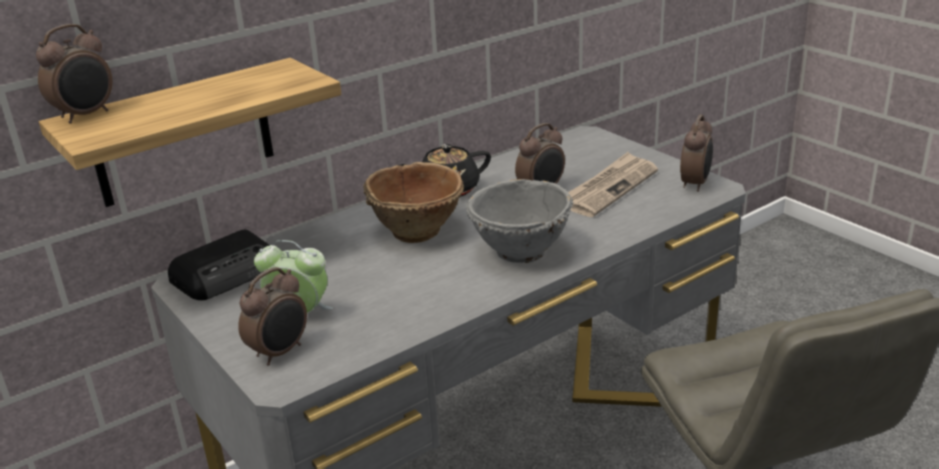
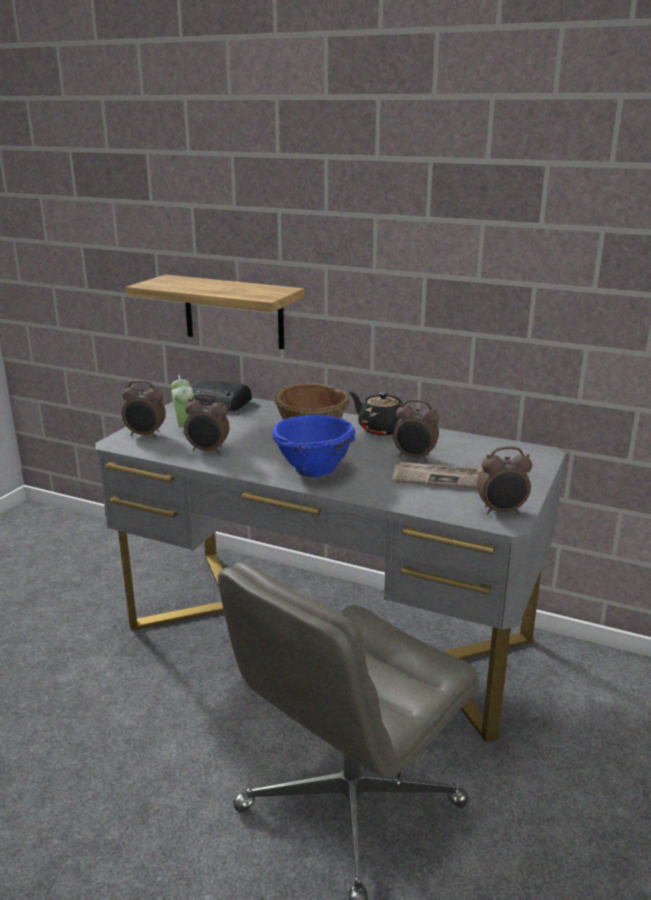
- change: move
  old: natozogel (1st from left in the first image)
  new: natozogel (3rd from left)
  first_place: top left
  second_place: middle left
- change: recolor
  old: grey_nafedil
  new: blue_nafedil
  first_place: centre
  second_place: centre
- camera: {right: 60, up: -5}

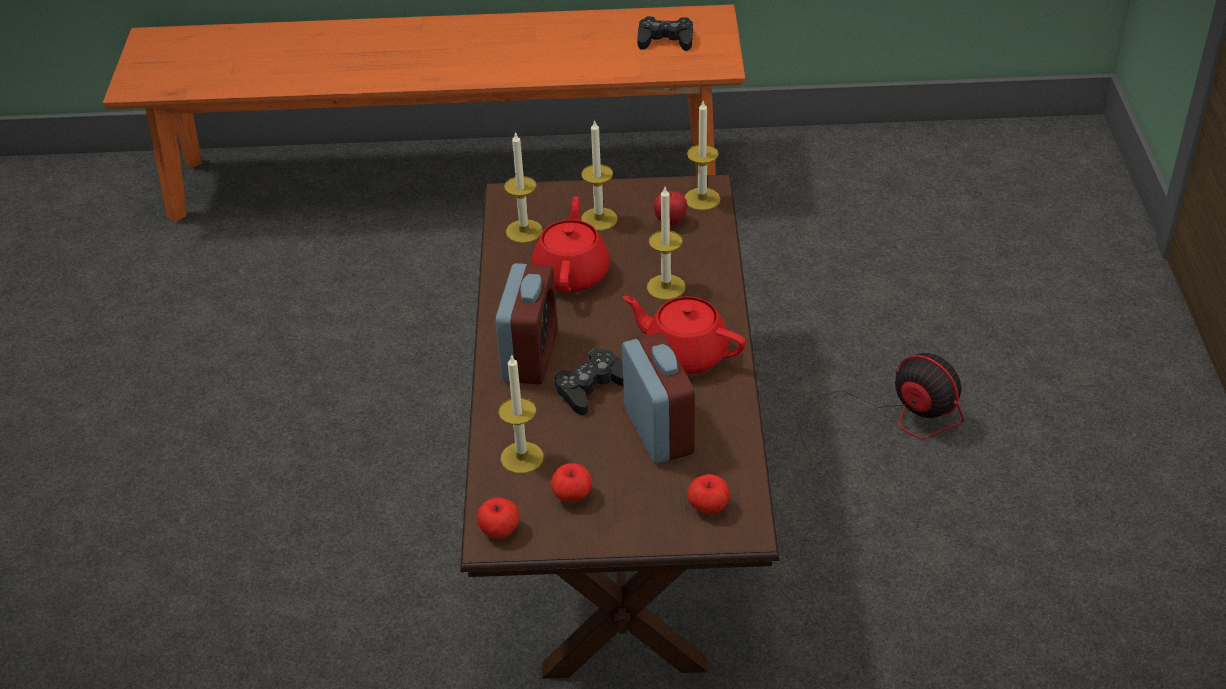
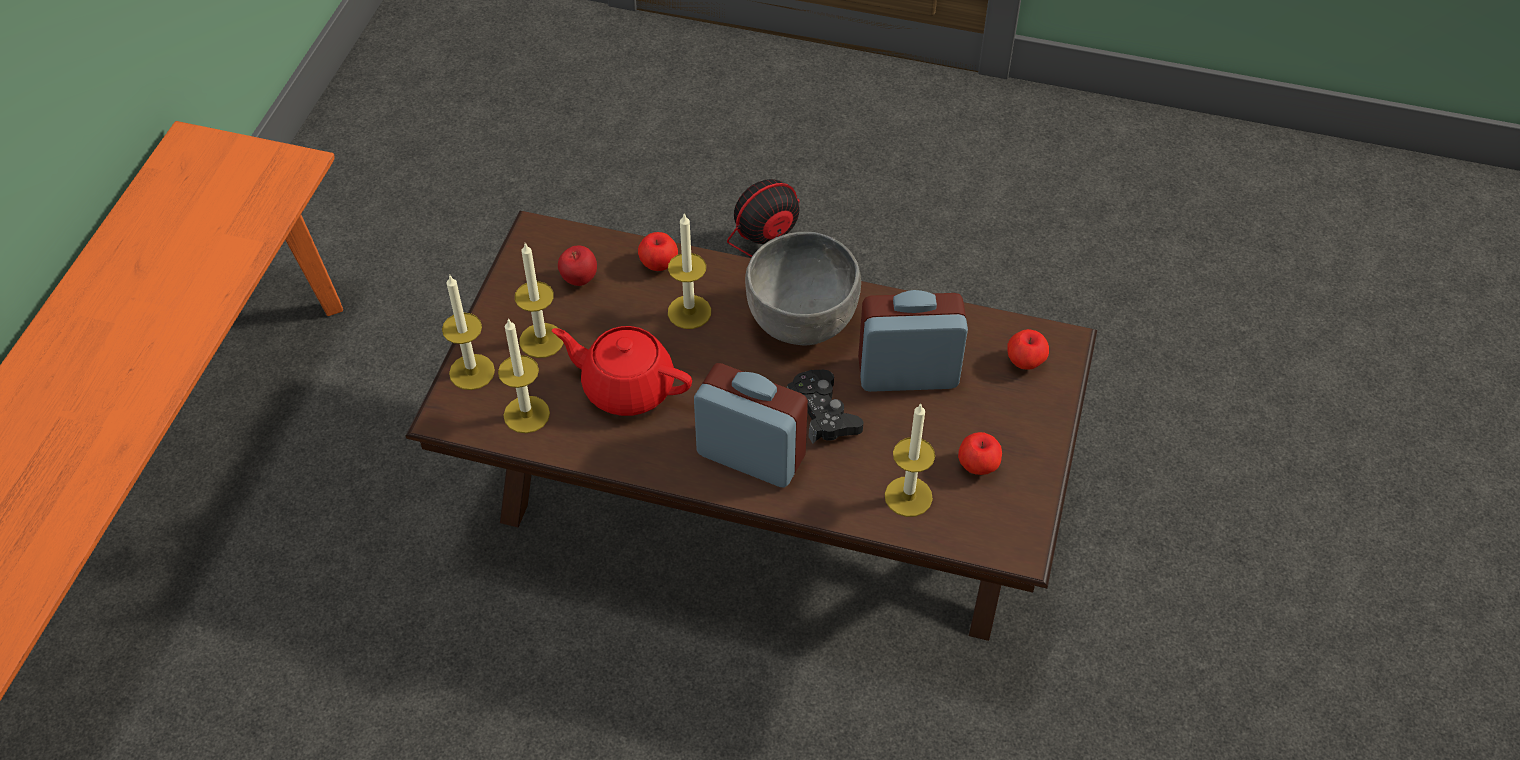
- change: delete
  old: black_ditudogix (2nd from left)
  first_place: top centre
- change: move
  old: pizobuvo (1st from left in the first image)
  new: pizobuvo (2nd from left)
  first_place: bottom centre
  second_place: top centre
- change: move
  old: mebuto (5th from left in the first image)
  new: mebuto (1st from left)
  first_place: top centre
  second_place: middle left
- change: replace
  old: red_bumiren (2nd from left)
  new: grey_nafedil
  first_place: centre
  second_place: centre
- camera: {right: -75, up: 10}

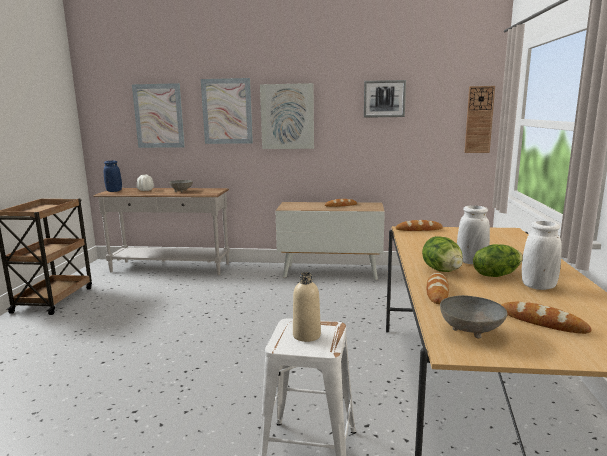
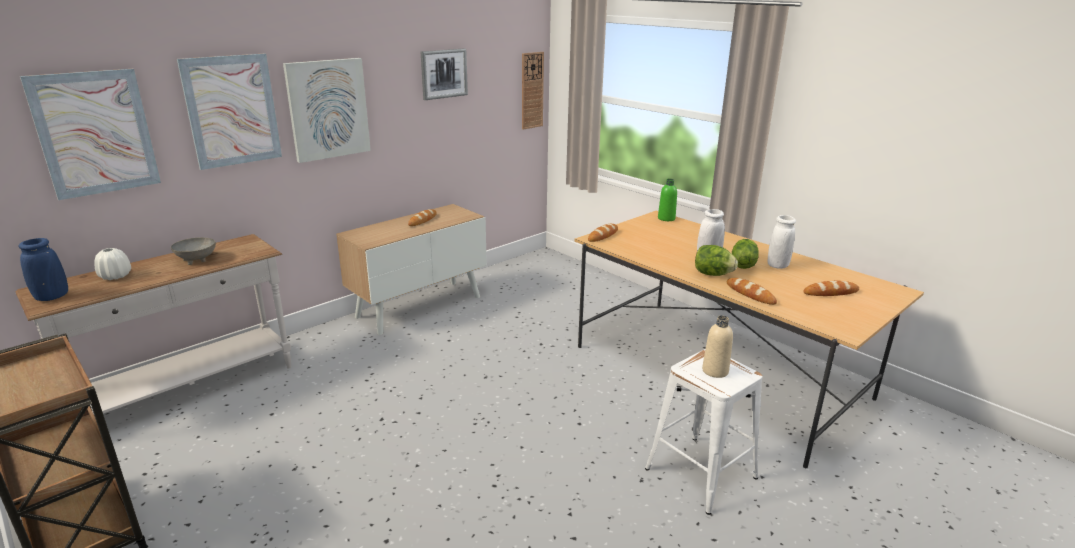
- change: delete
  old: grey_nafedil (2nd from left)
  first_place: bottom right
- change: insert
  new: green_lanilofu
  second_place: centre
- camera: {right: -50, up: 10}

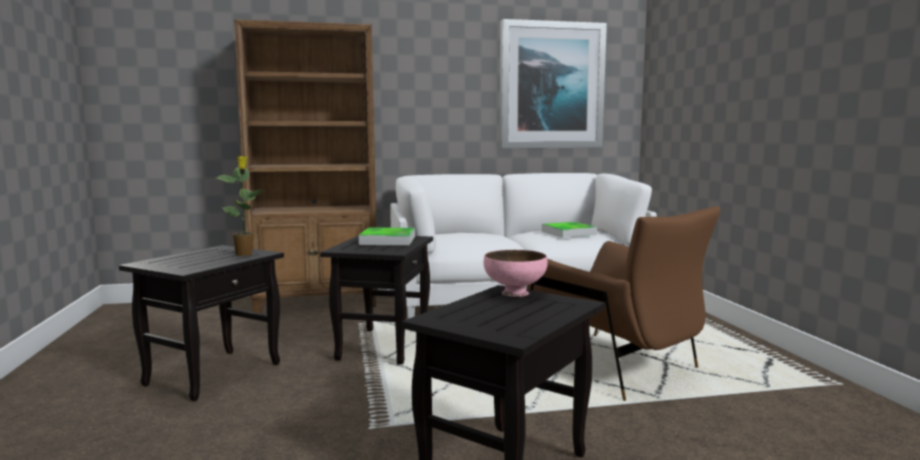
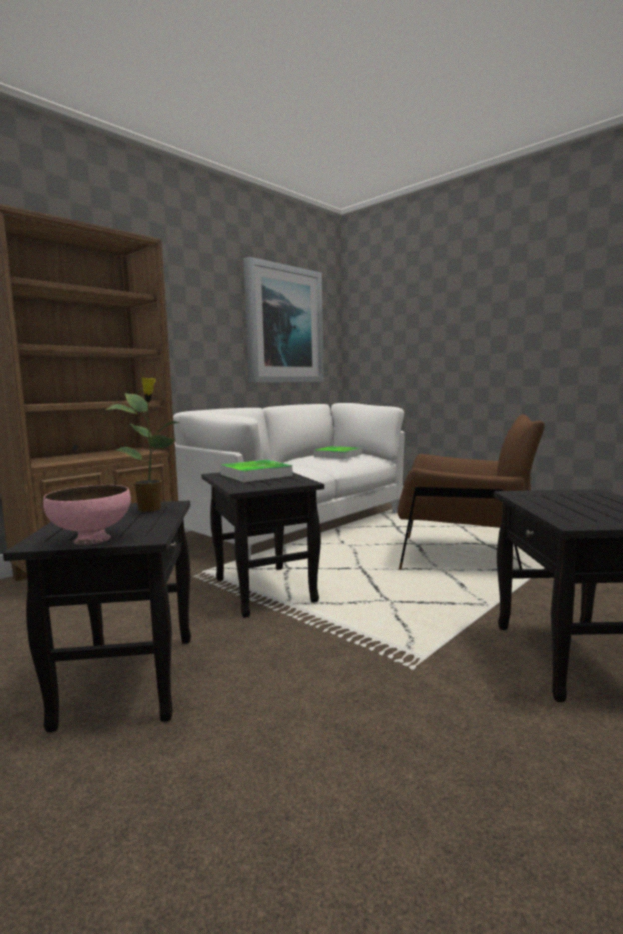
- change: move
  old: pink_nafedil
  first_place: centre
  second_place: middle left
- camera: {right: -35, up: 0}

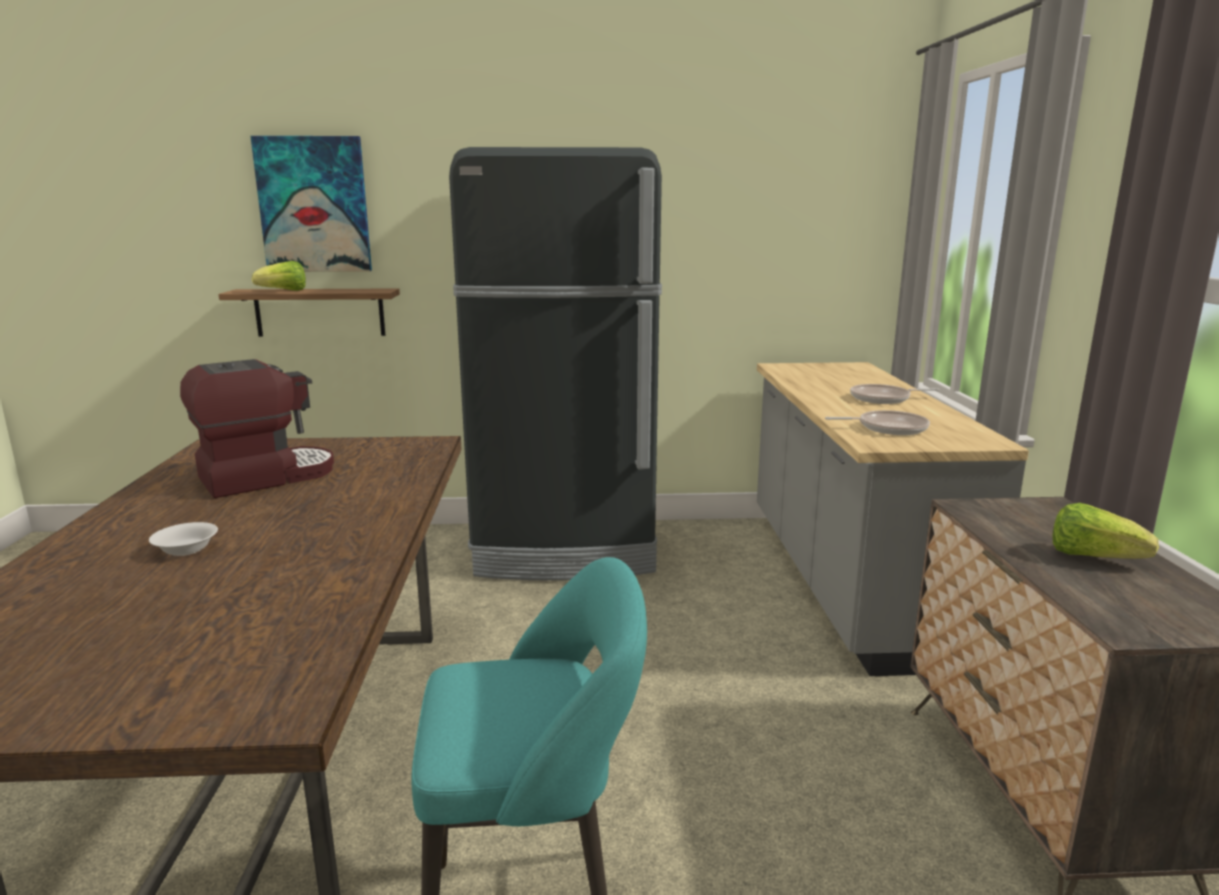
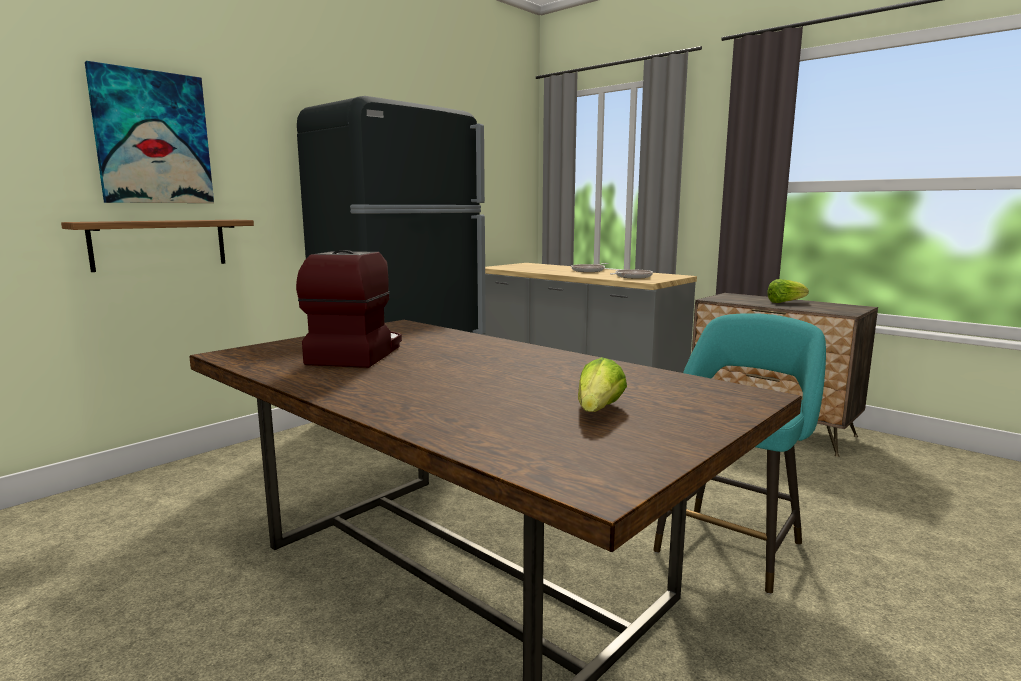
- change: delete
  old: white_nafedil
  first_place: middle left
- change: move
  old: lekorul (1st from left)
  first_place: top left
  second_place: centre
- camera: {right: -45, up: -5}

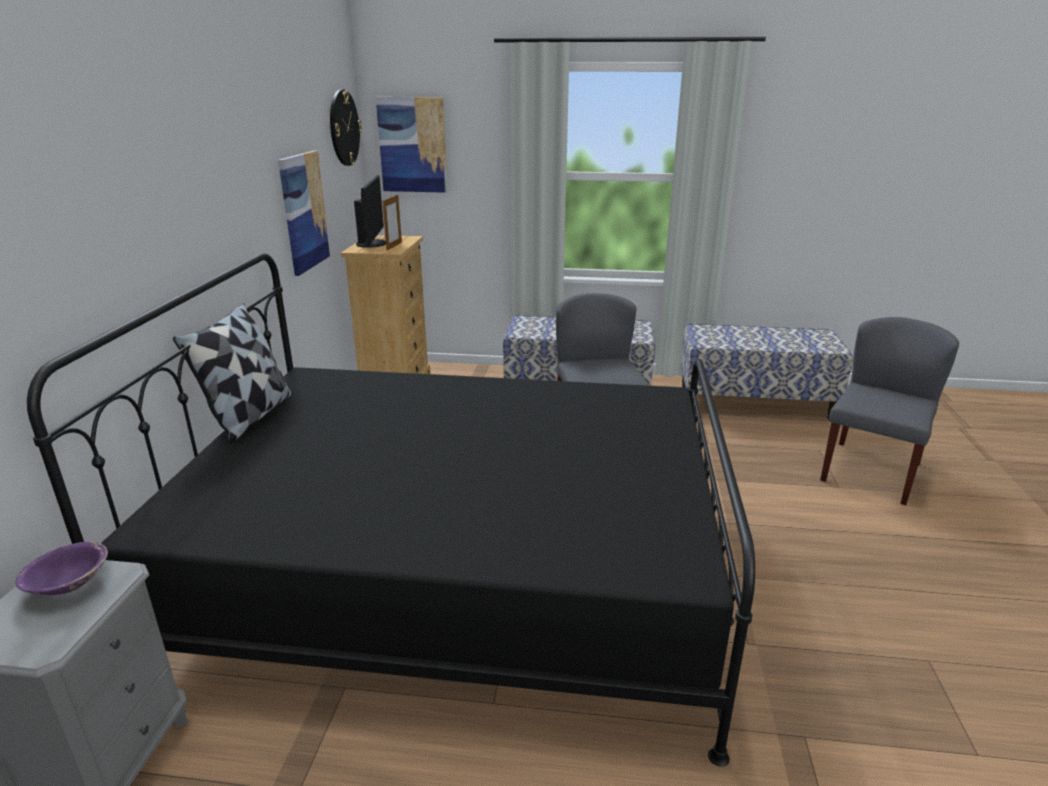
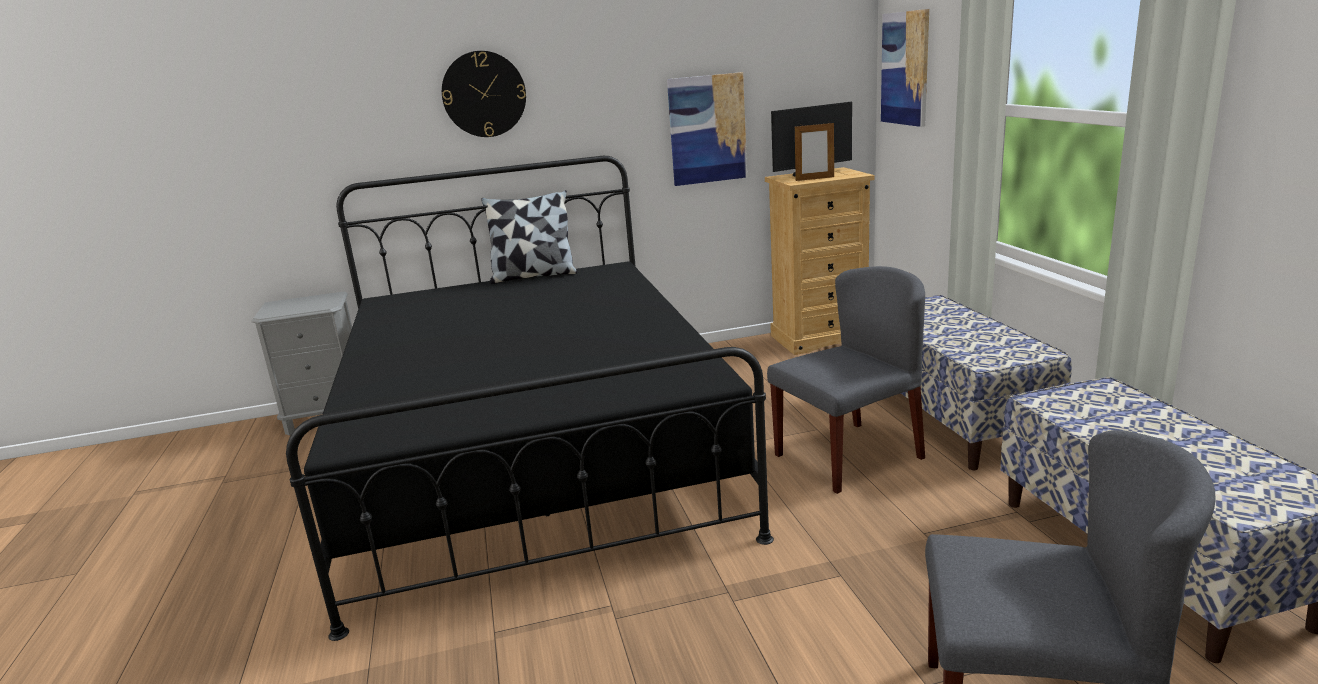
- change: delete
  old: purple_nafedil
  first_place: bottom left
- change: move
  old: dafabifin
  first_place: top left
  second_place: top centre
- camera: {right: 70, up: -5}

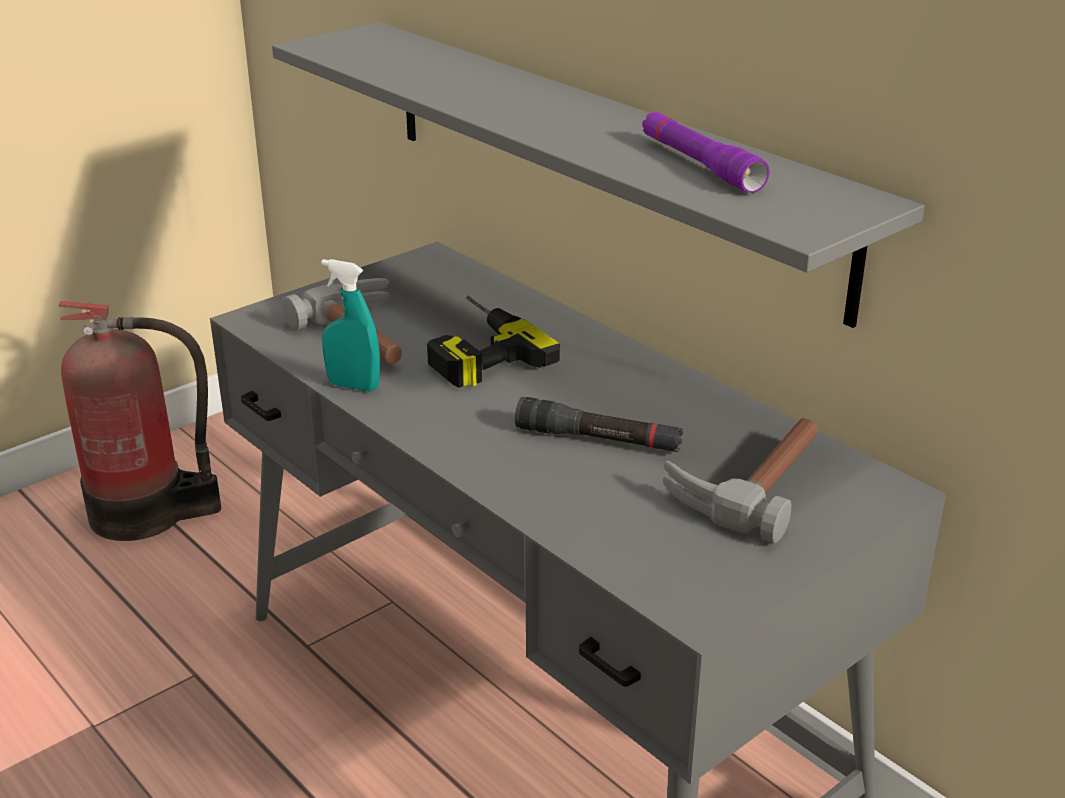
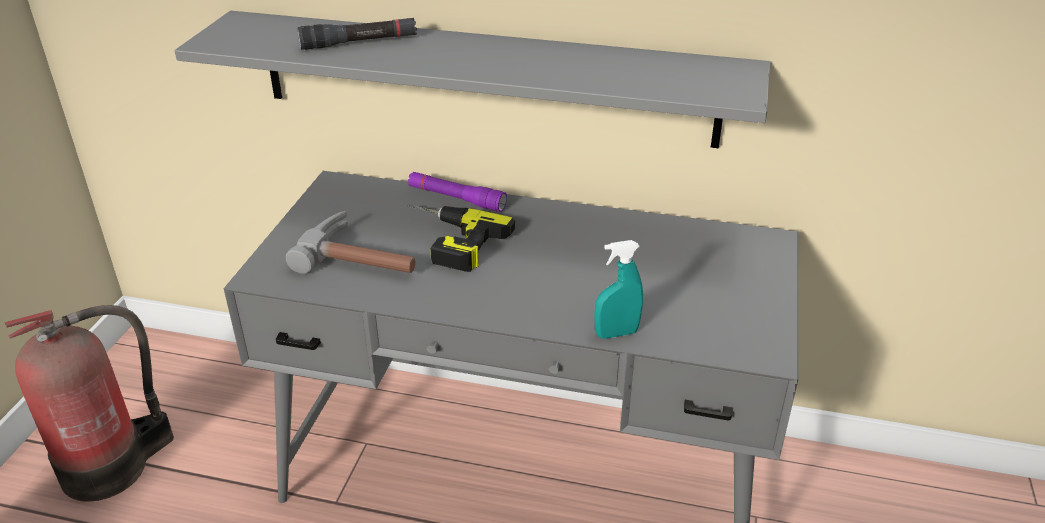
- change: delete
  old: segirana (2nd from left)
  first_place: middle right
- change: move
  old: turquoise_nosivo
  first_place: middle left
  second_place: centre
- change: move
  old: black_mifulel
  first_place: centre
  second_place: top centre
- change: move
  old: purple_mifulel
  first_place: top centre
  second_place: centre
- camera: {right: -35, up: 5}

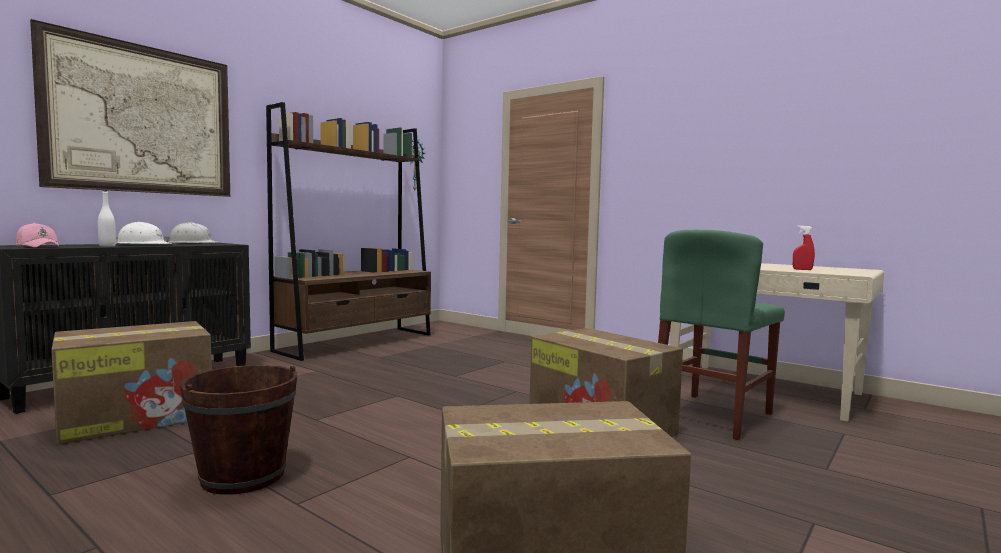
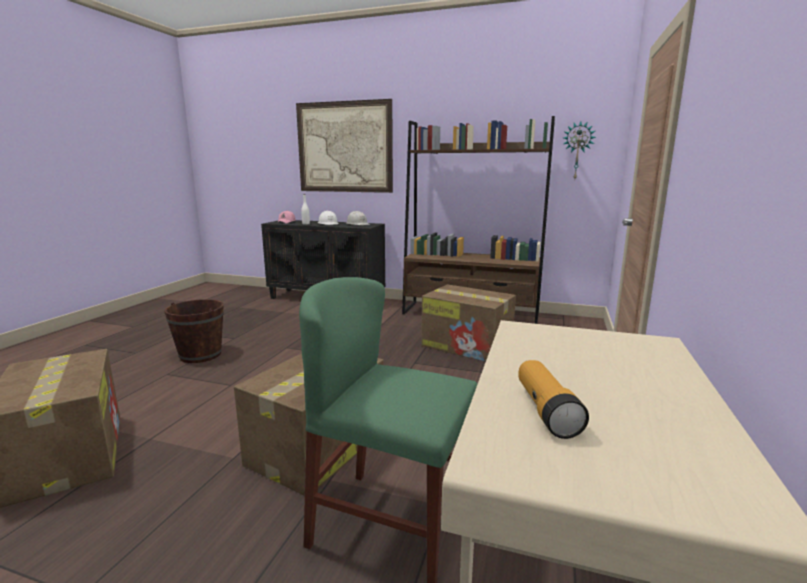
- change: move
  old: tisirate (1st from left in the first image)
  new: tisirate (3rd from left)
  first_place: bottom left
  second_place: centre
- change: replace
  old: red_nosivo
  new: mifulel
  first_place: middle right
  second_place: bottom right
- camera: {right: 70, up: 10}

